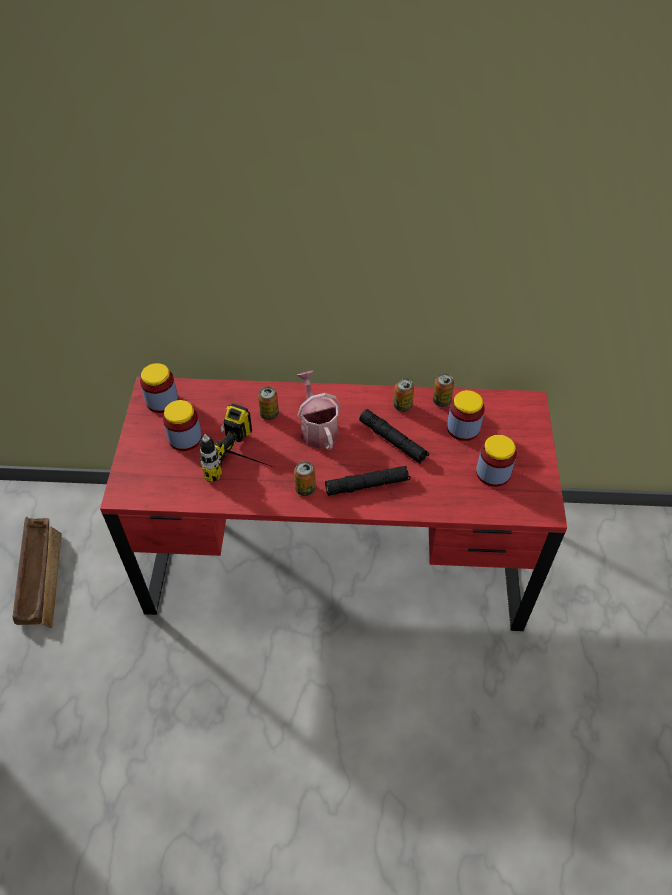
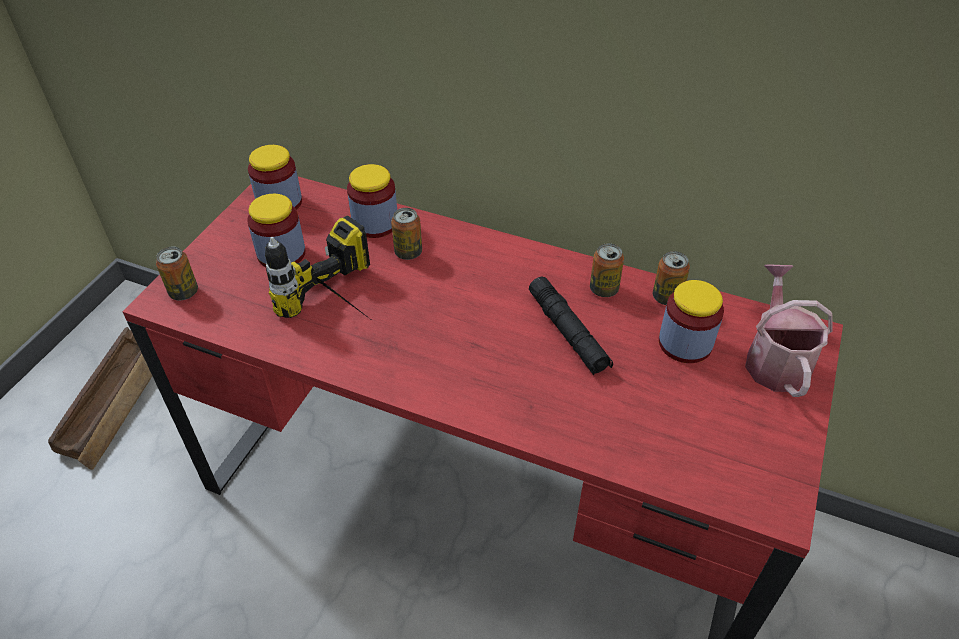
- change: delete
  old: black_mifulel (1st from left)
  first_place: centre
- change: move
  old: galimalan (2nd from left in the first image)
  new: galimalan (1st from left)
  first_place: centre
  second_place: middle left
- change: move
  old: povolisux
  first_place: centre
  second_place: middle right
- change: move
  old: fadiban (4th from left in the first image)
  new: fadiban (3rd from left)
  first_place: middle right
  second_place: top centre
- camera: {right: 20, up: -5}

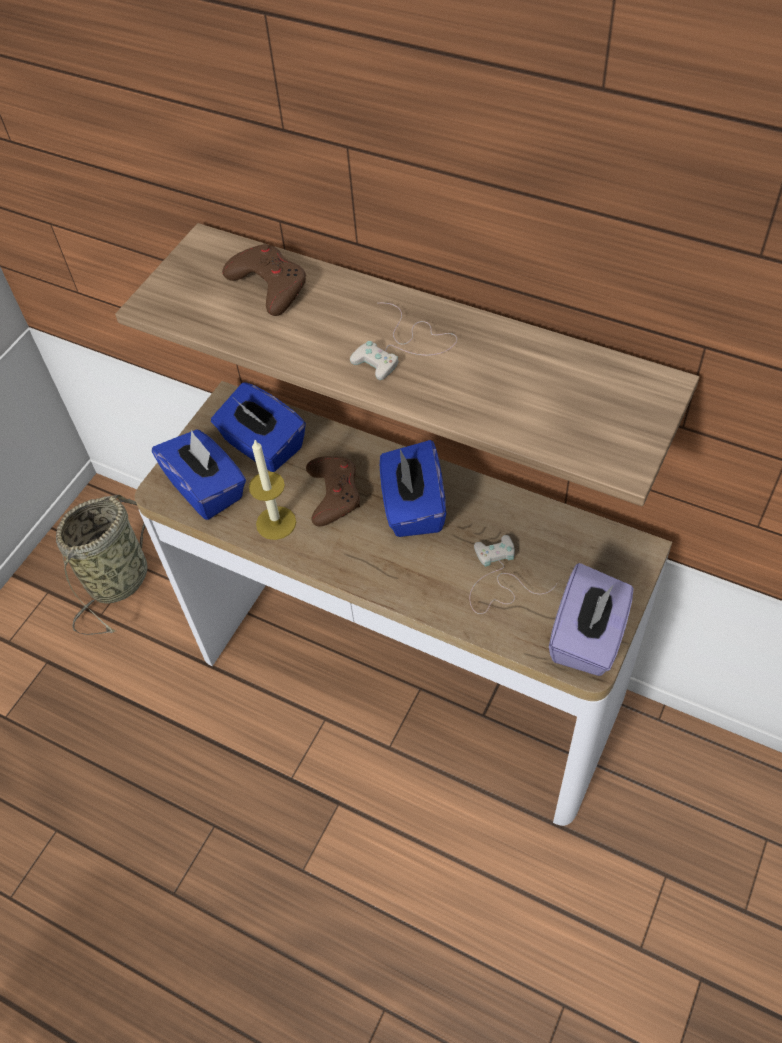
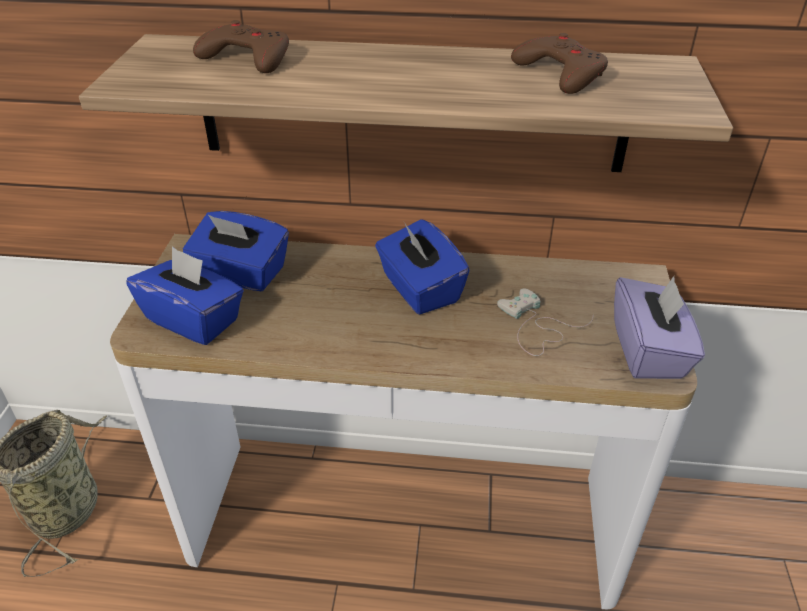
- change: delete
  old: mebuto
  first_place: centre
- change: delete
  old: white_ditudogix (1st from left)
  first_place: top centre
- change: move
  old: brown_ditudogix (2nd from left)
  first_place: centre
  second_place: top right
- camera: {right: -25, up: -15}

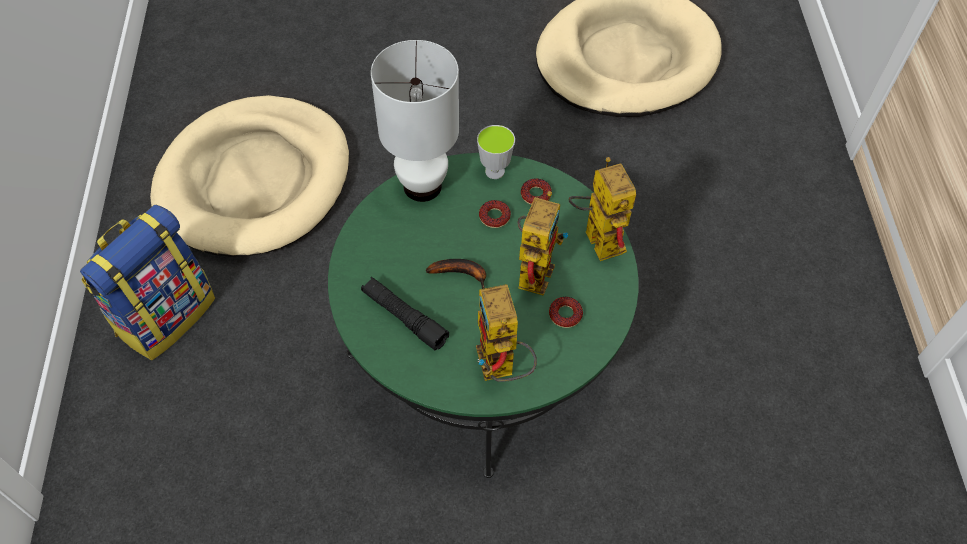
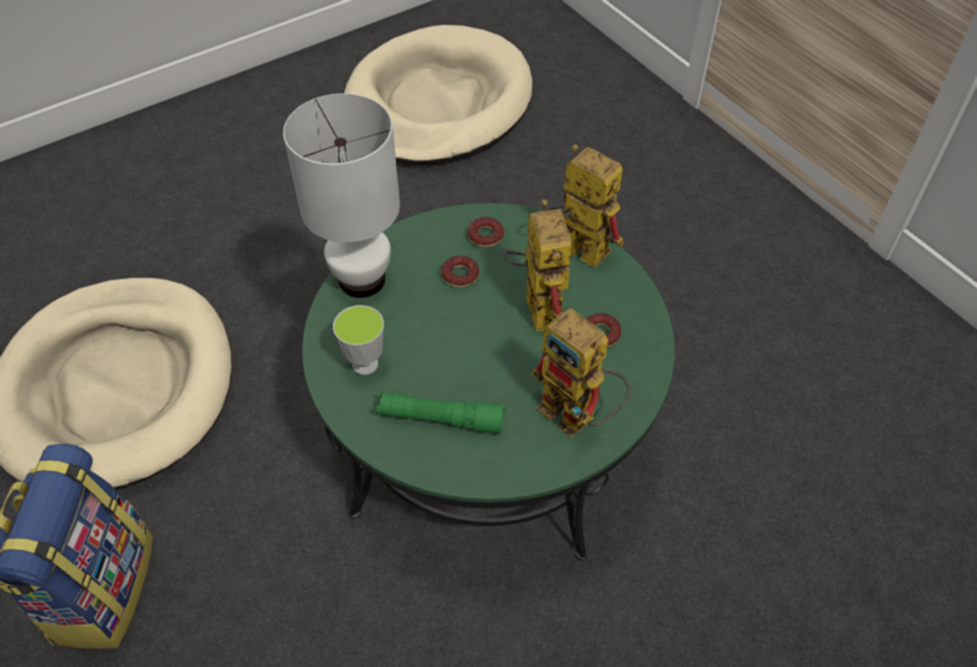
- change: delete
  old: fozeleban
  first_place: centre
- change: move
  old: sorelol
  first_place: top centre
  second_place: centre
- change: recolor
  old: black_mifulel
  new: green_mifulel
  first_place: centre
  second_place: centre
- camera: {right: -30, up: -5}

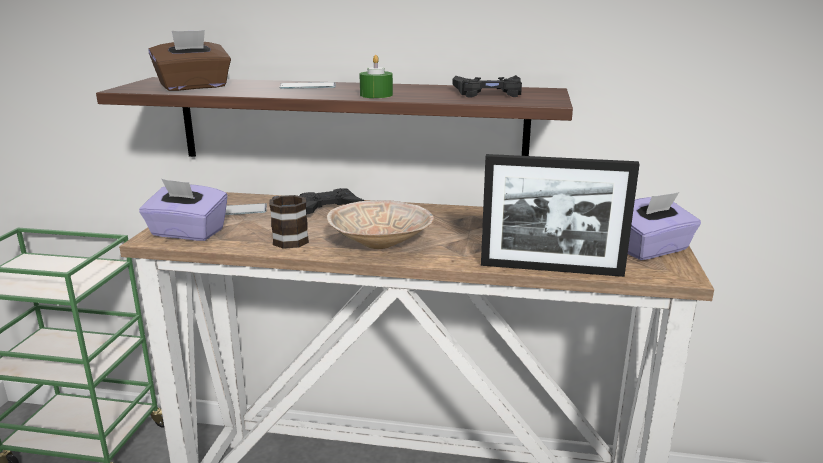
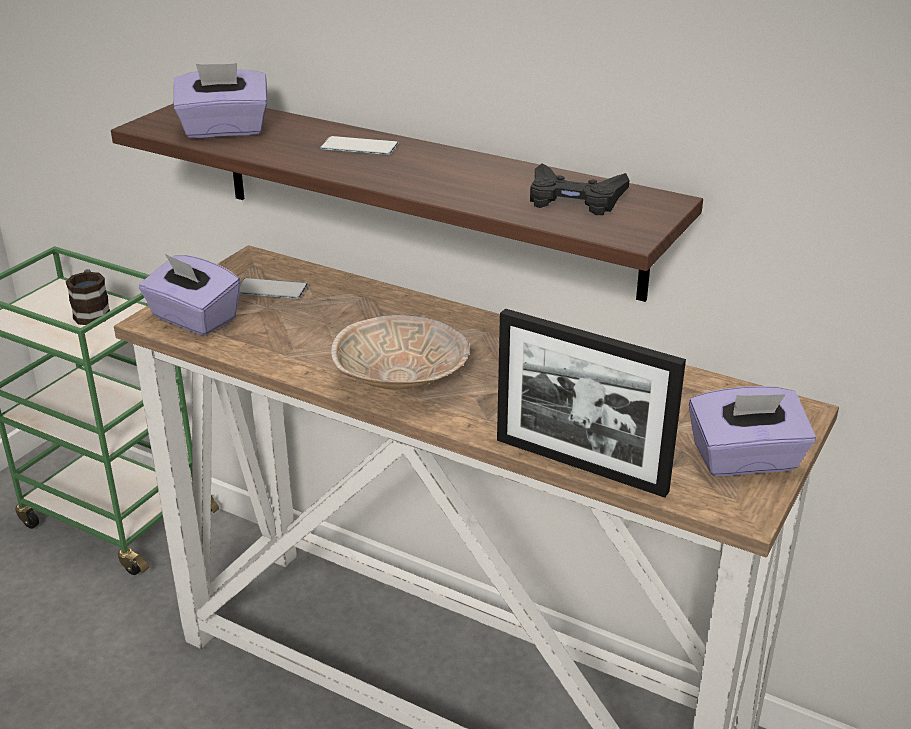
- change: delete
  old: black_ditudogix (1st from left)
  first_place: centre
- change: delete
  old: green_mebuto
  first_place: top centre
- change: move
  old: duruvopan
  first_place: centre
  second_place: middle left
- change: recolor
  old: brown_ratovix
  new: purple_ratovix (2nd from left)
  first_place: top left
  second_place: top left
- camera: {right: 20, up: 10}

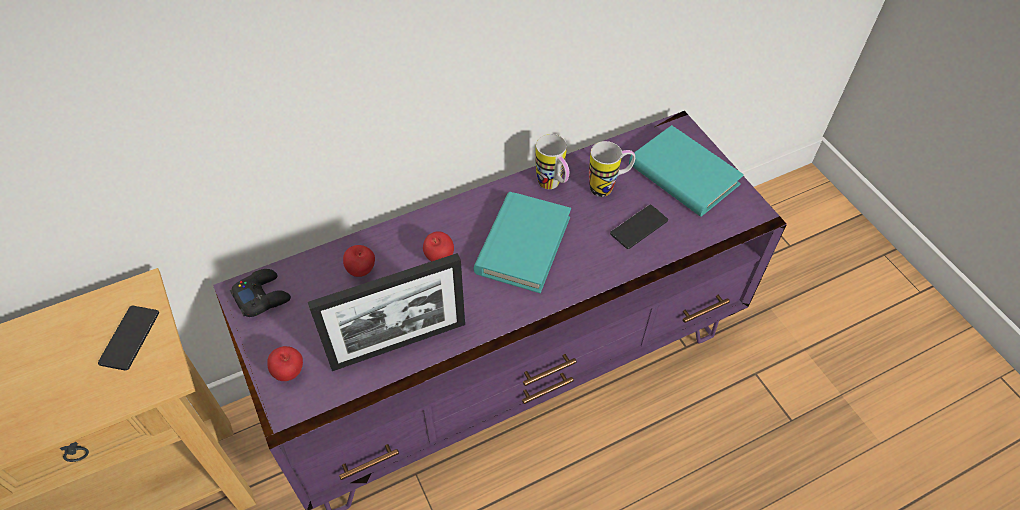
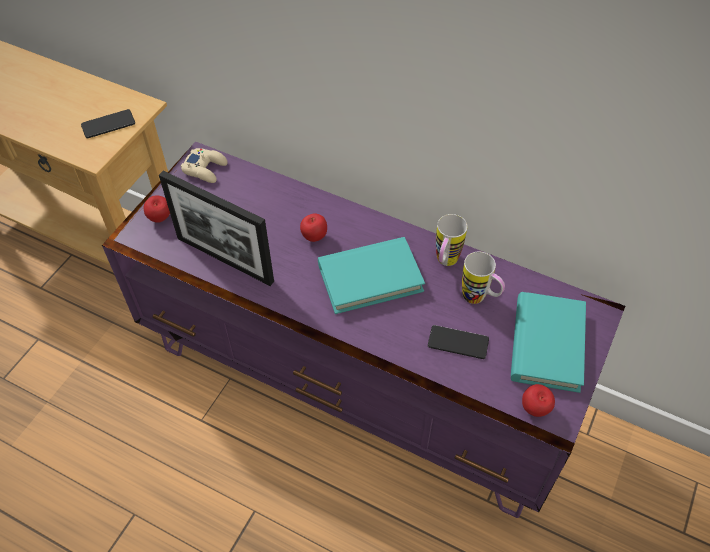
- change: move
  old: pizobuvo (2nd from left in the first image)
  new: pizobuvo (3rd from left)
  first_place: centre
  second_place: bottom right
- change: recolor
  old: black_ditudogix
  new: beige_ditudogix
  first_place: middle left
  second_place: top left
- camera: {right: 55, up: 0}

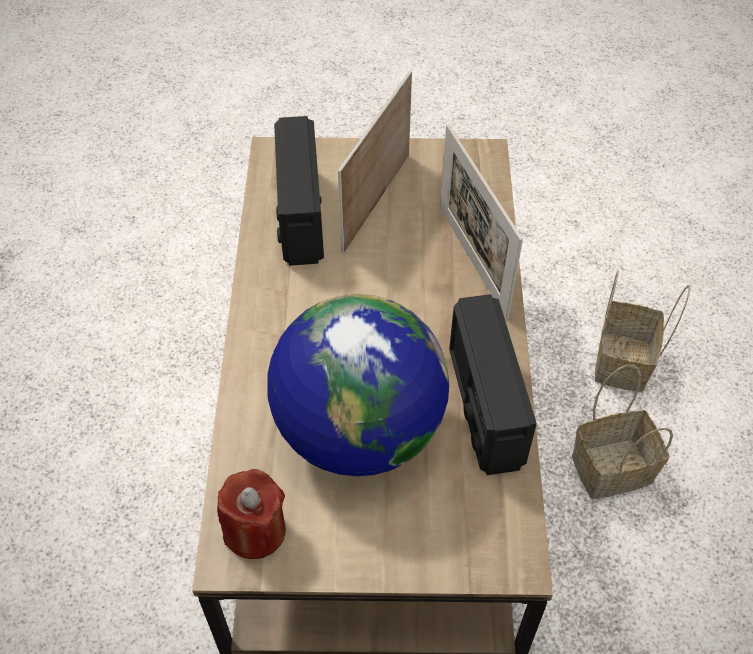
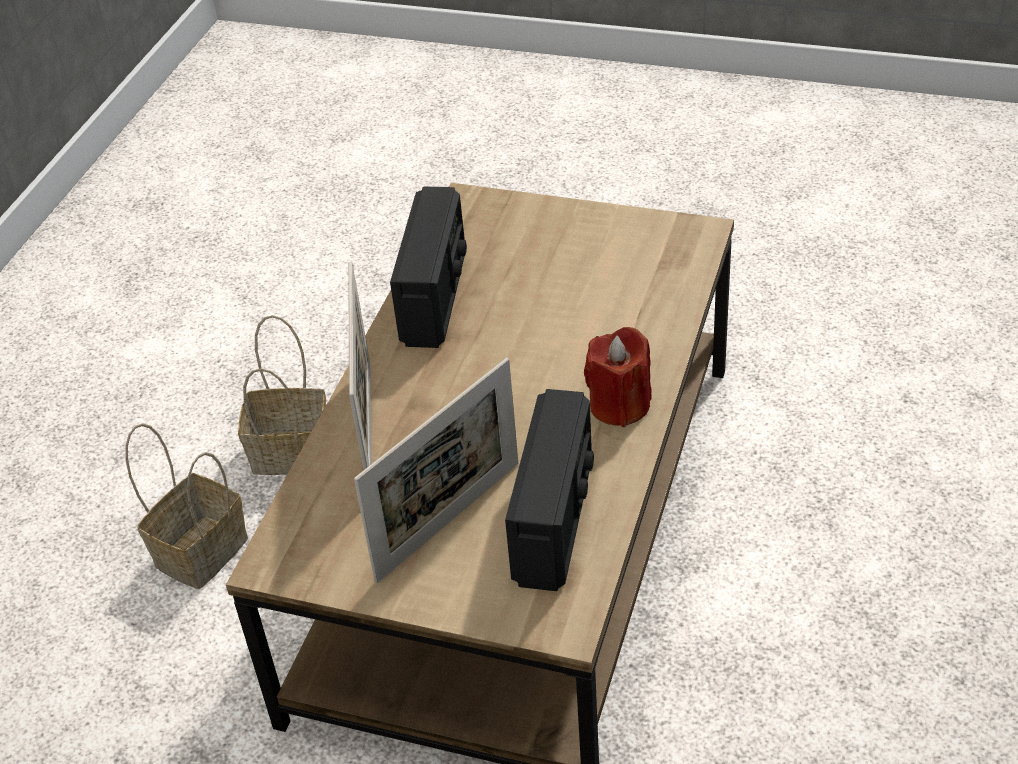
- change: delete
  old: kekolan
  first_place: centre
- change: move
  old: red_mebuto
  first_place: bottom centre
  second_place: centre
- camera: {right: -160, up: -10}

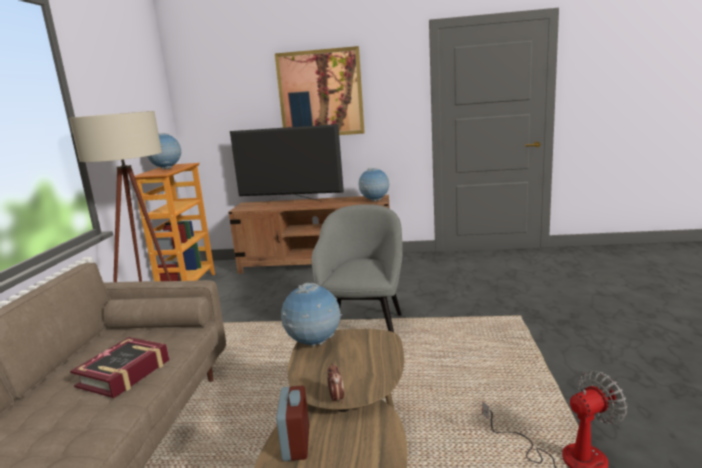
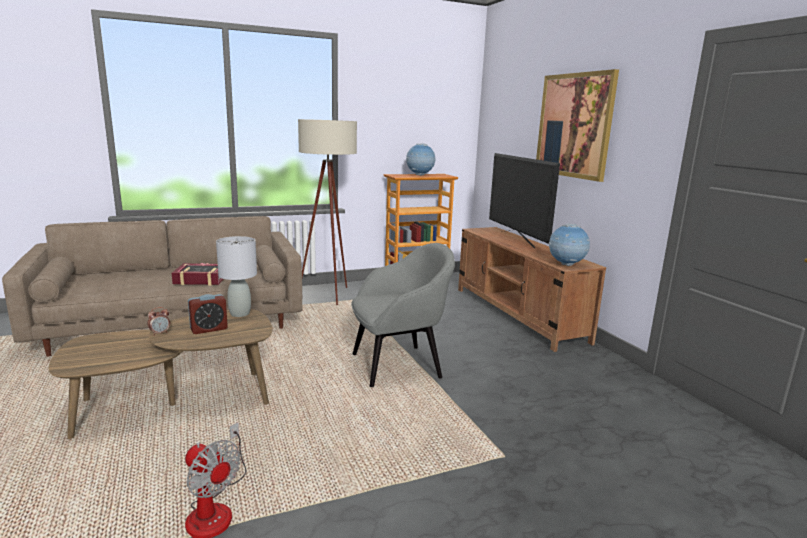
- change: move
  old: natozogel (1st from left in the first image)
  new: natozogel (2nd from left)
  first_place: bottom centre
  second_place: middle left
- change: replace
  old: kekolan (2nd from left)
  new: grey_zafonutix
  first_place: bottom centre
  second_place: middle left
- camera: {right: 60, up: 0}

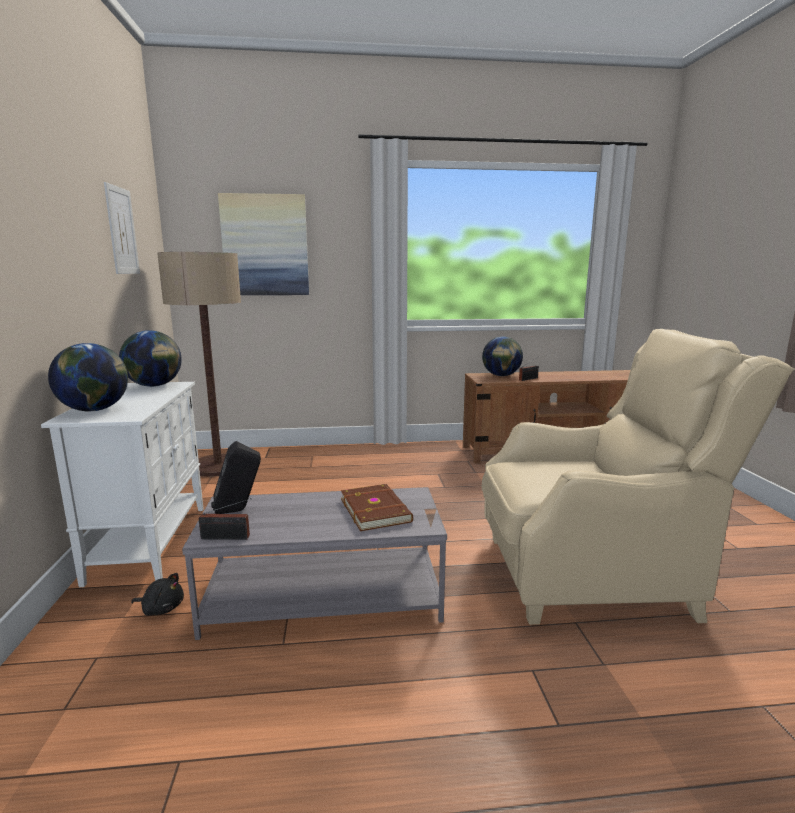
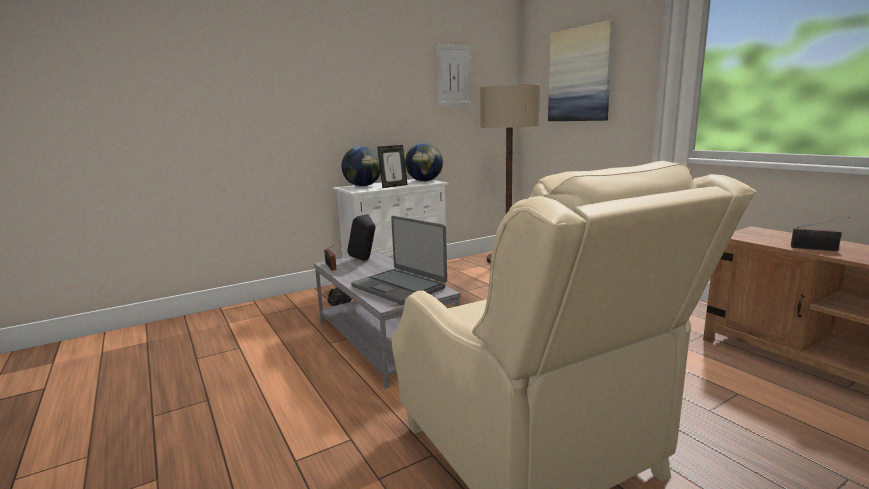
- change: delete
  old: kekolan (3rd from left)
  first_place: centre
- change: insert
  new: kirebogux
  second_place: centre
- change: replace
  old: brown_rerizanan
  new: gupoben
  first_place: centre
  second_place: centre
- camera: {right: 65, up: 0}

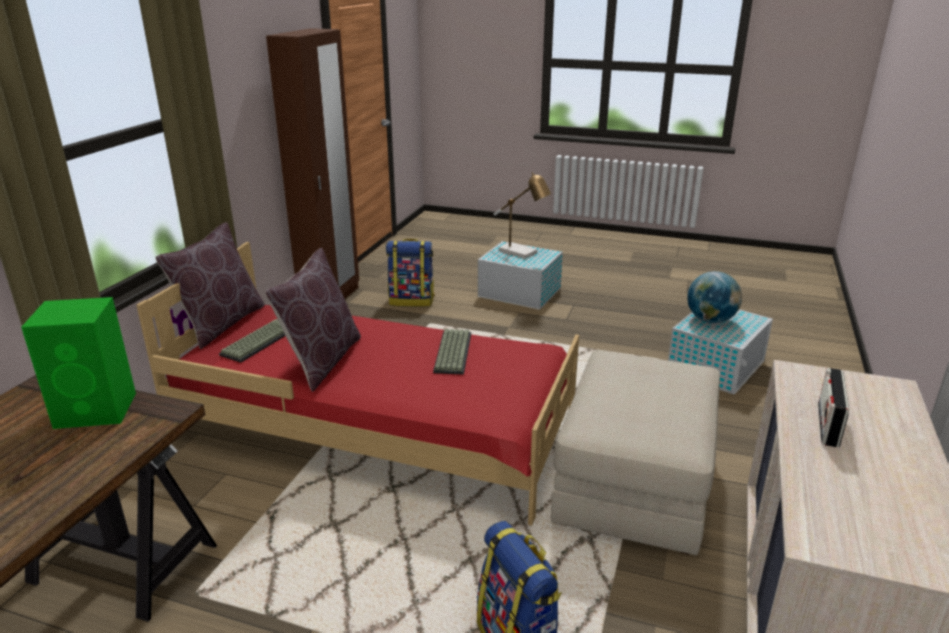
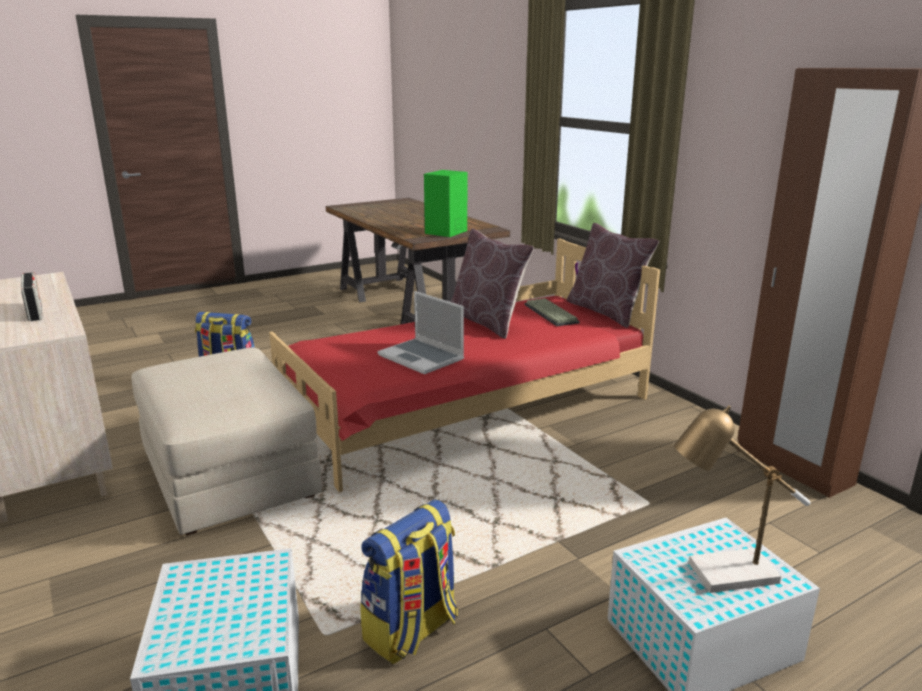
- change: delete
  old: kekolan
  first_place: middle right
- change: move
  old: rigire (1st from left in the first image)
  new: rigire (2nd from left)
  first_place: centre
  second_place: bottom centre
- change: replace
  old: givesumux (2nd from left)
  new: gupoben
  first_place: centre
  second_place: centre
- camera: {right: 130, up: -5}

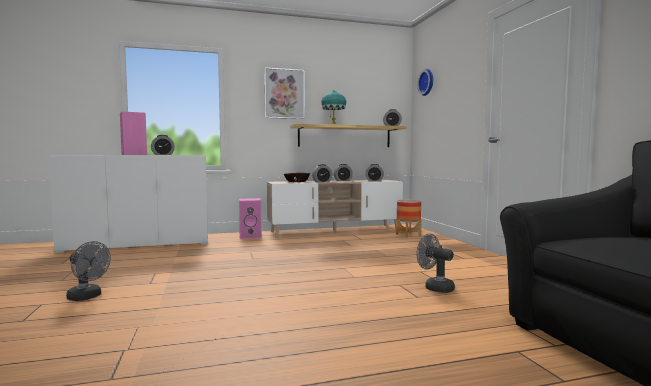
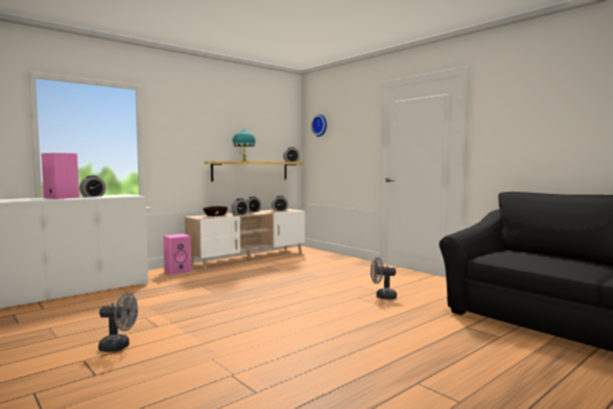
- change: delete
  old: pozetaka
  first_place: top centre
- change: delete
  old: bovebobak
  first_place: centre
- camera: {right: -25, up: 0}

